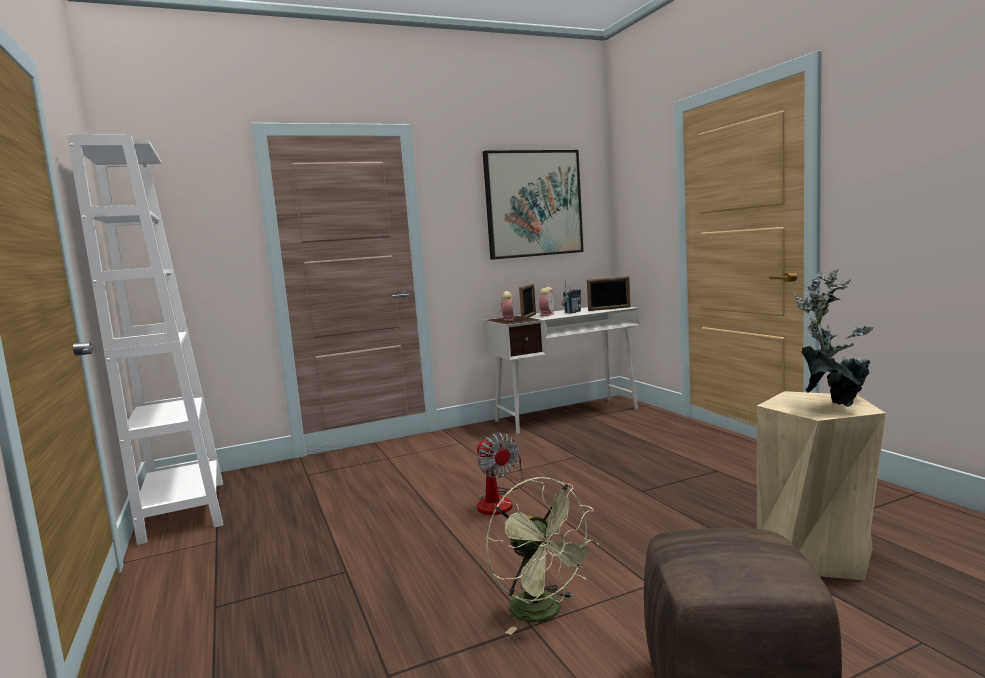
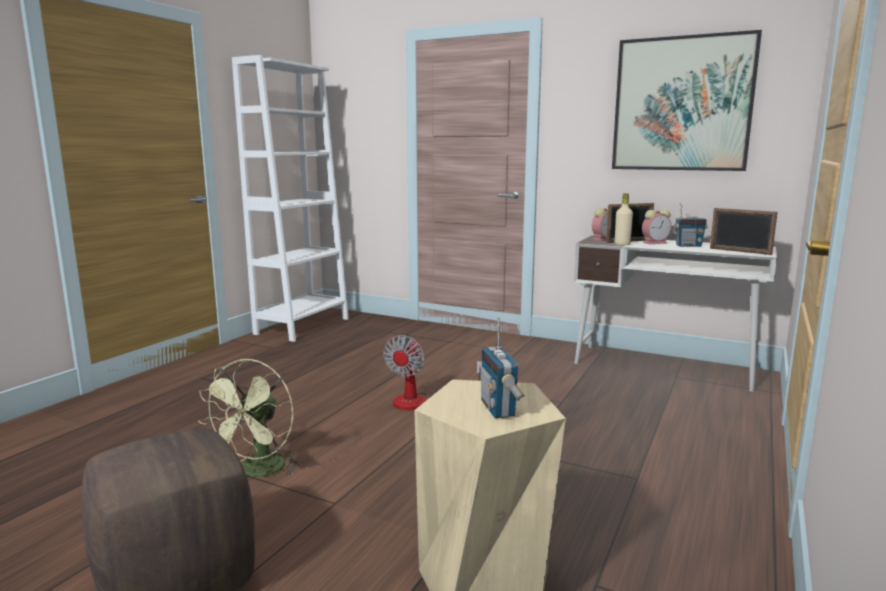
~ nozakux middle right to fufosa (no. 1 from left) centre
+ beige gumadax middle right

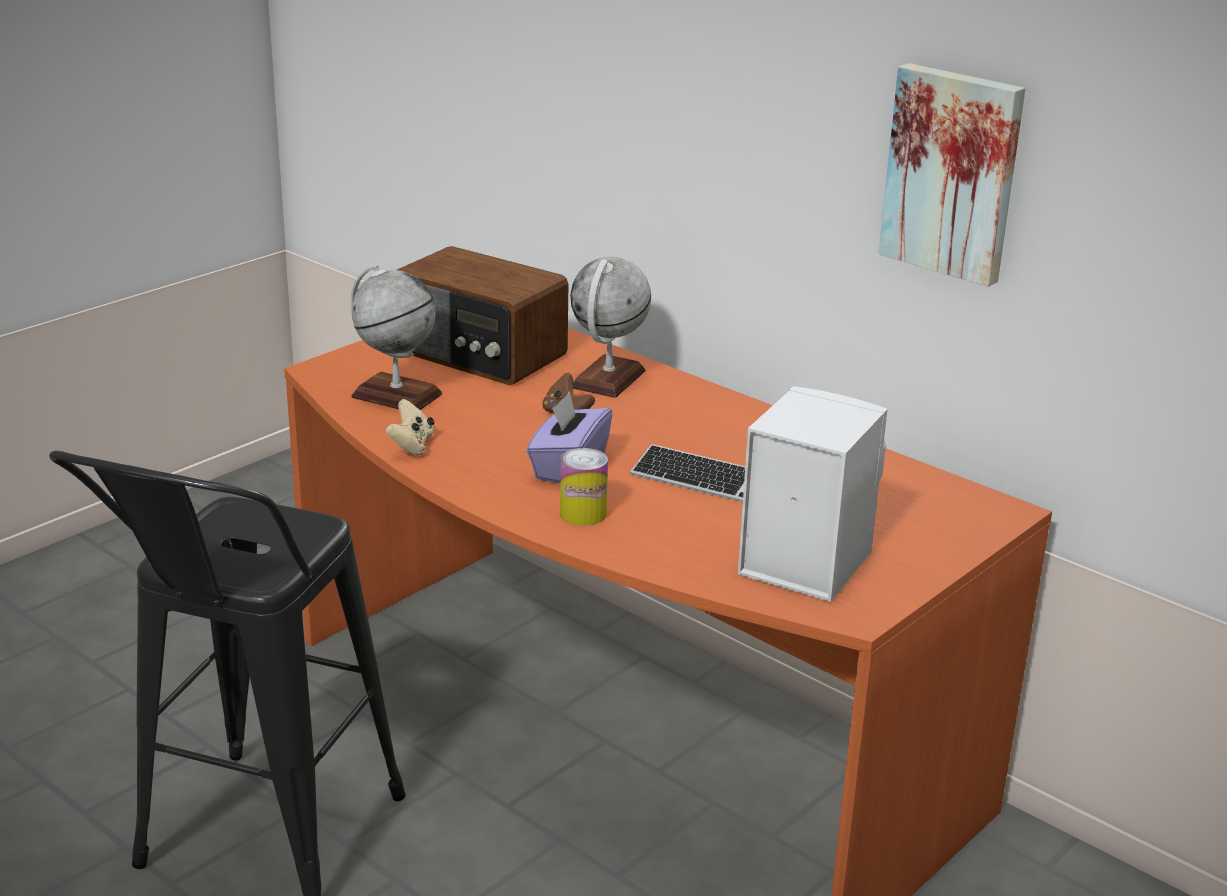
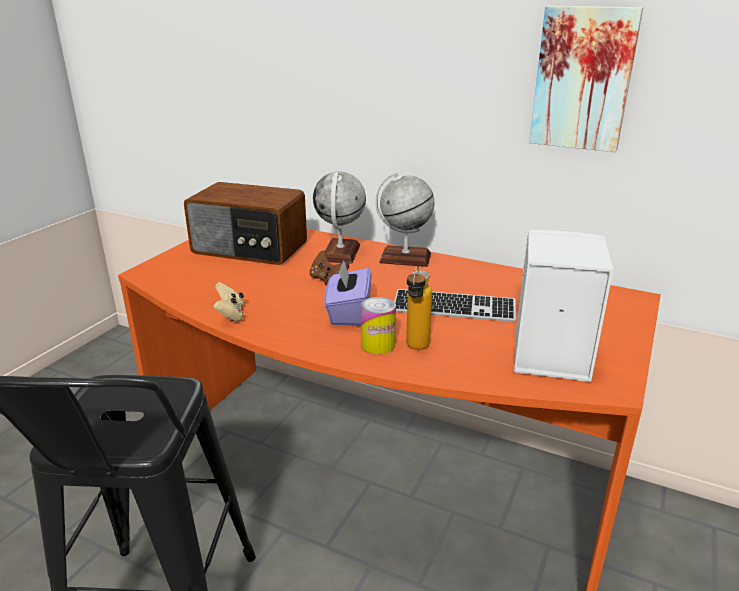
~ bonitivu (no. 1 from left in the first image) middle left to bonitivu (no. 2 from left) centre
+ gumadax centre

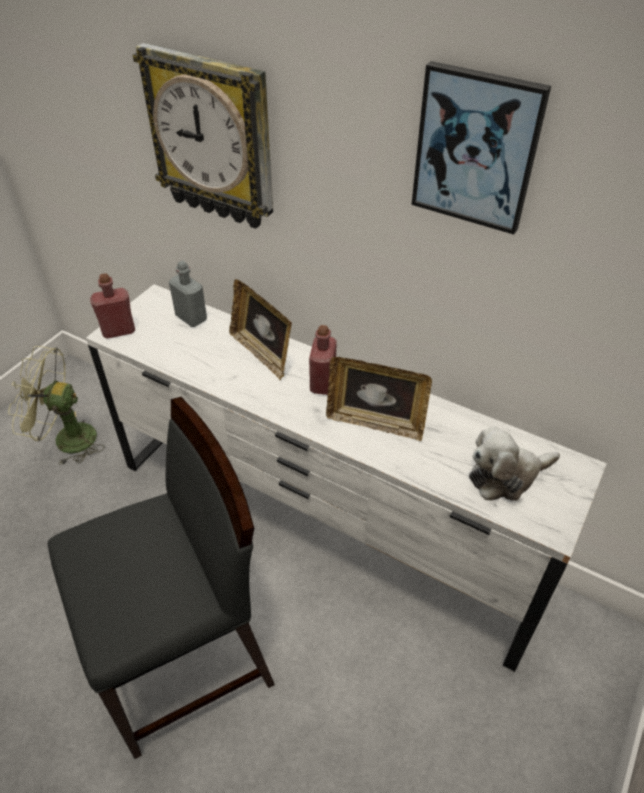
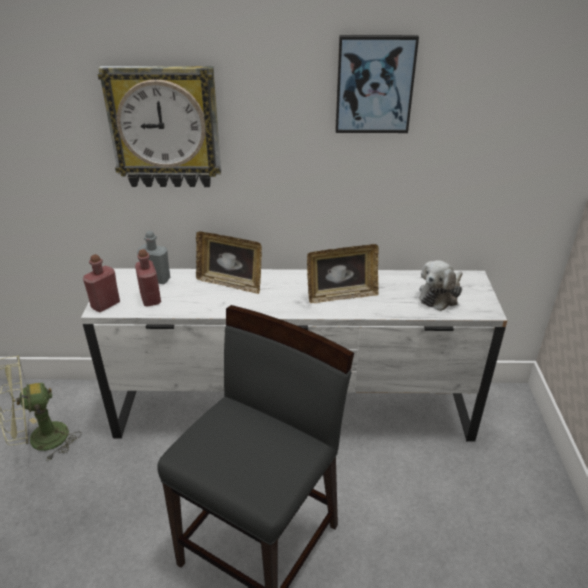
~ red gumadax (no. 2 from left) centre to middle left

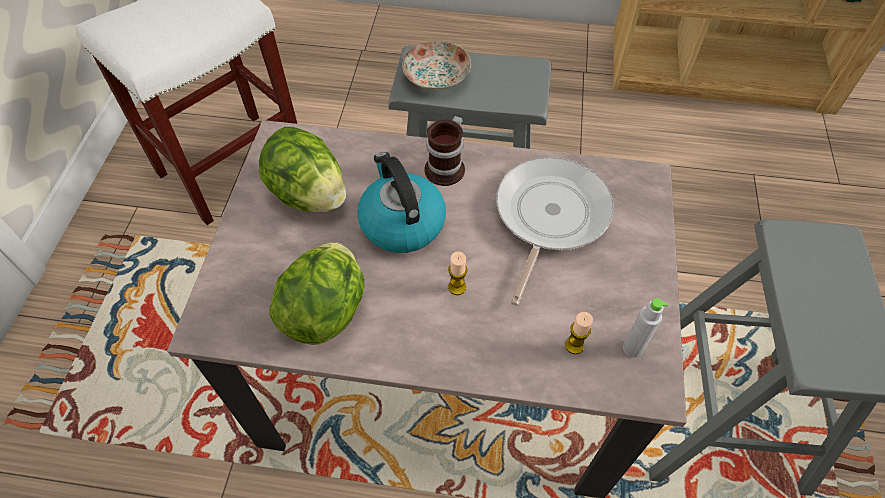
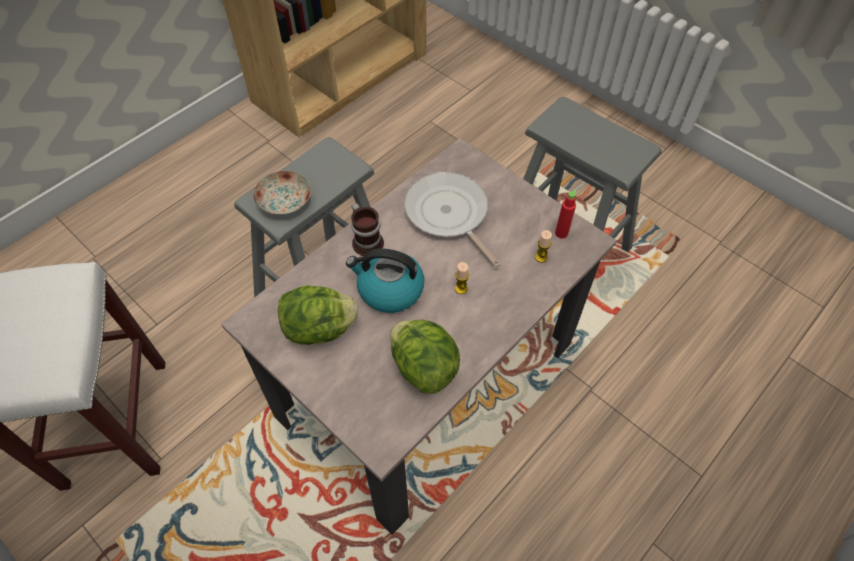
~ grey gumadax middle right to red gumadax centre

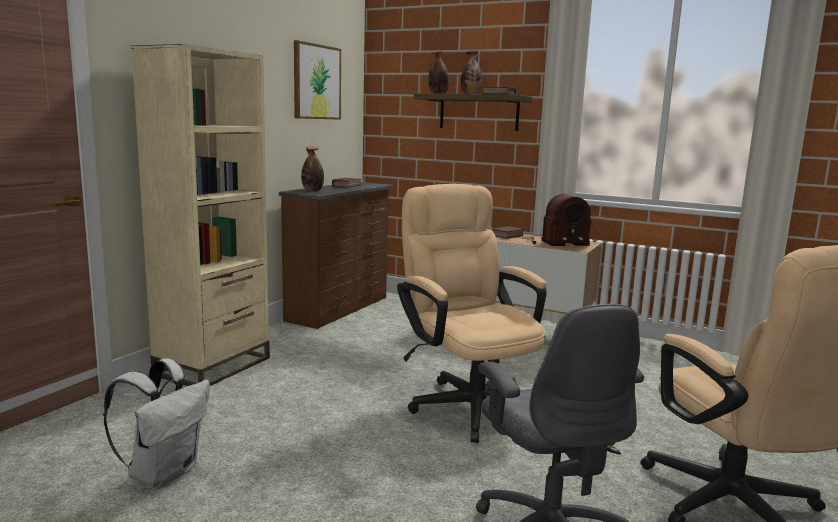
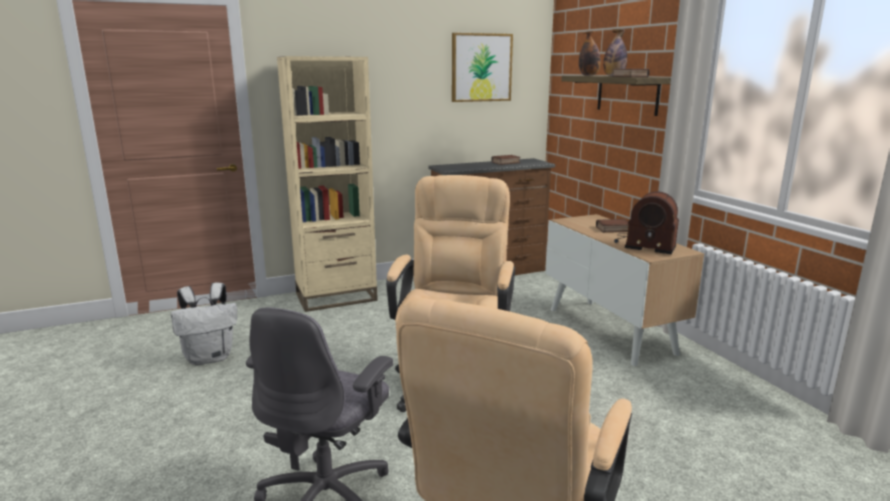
- gumadax (no. 1 from left) top centre

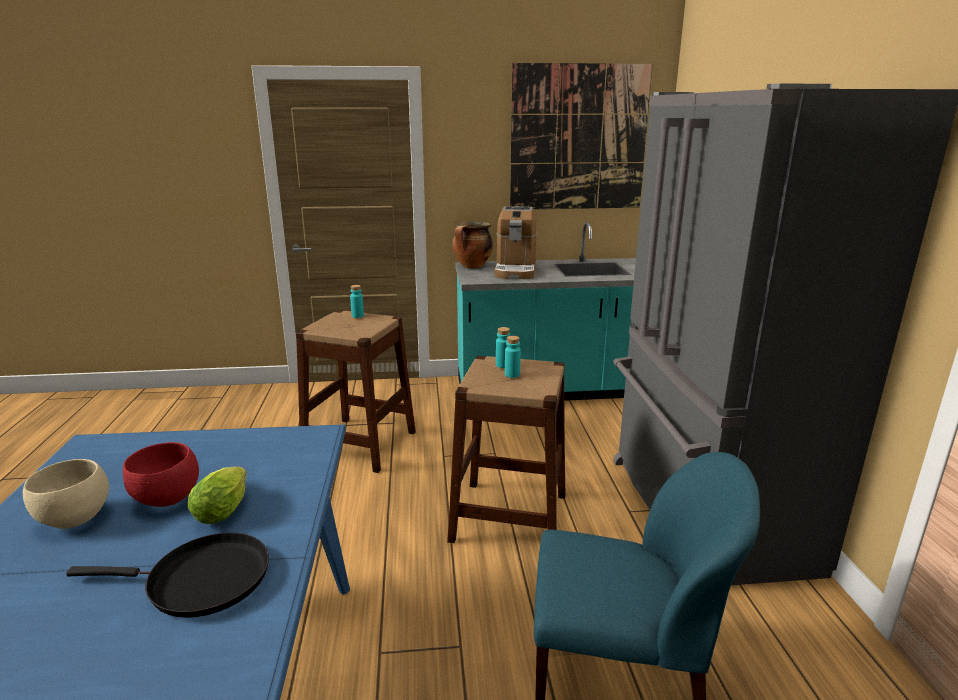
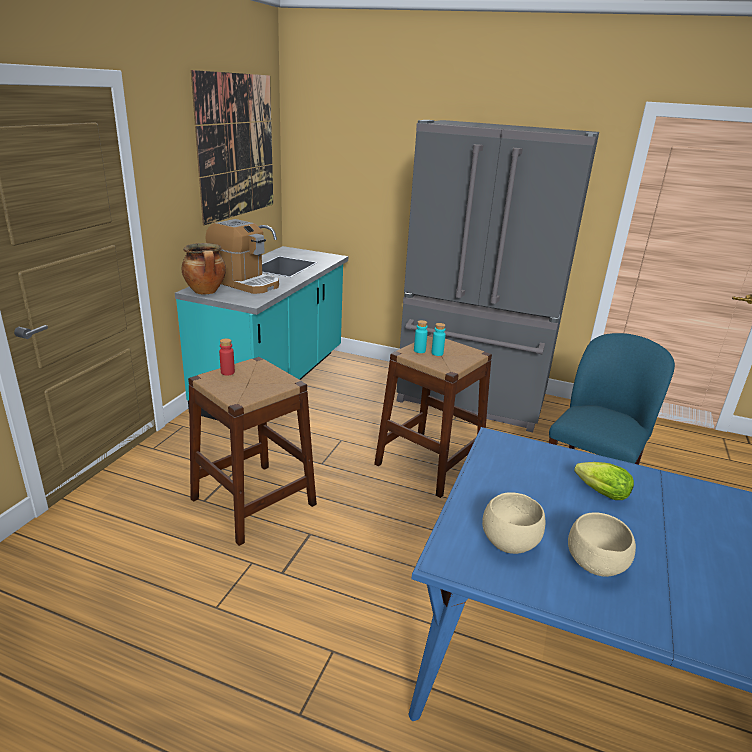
- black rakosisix bottom left
- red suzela bottom left
~ turquoise gumadax (no. 1 from left) centre to red gumadax middle left
+ beige suzela (no. 1 from left) bottom right

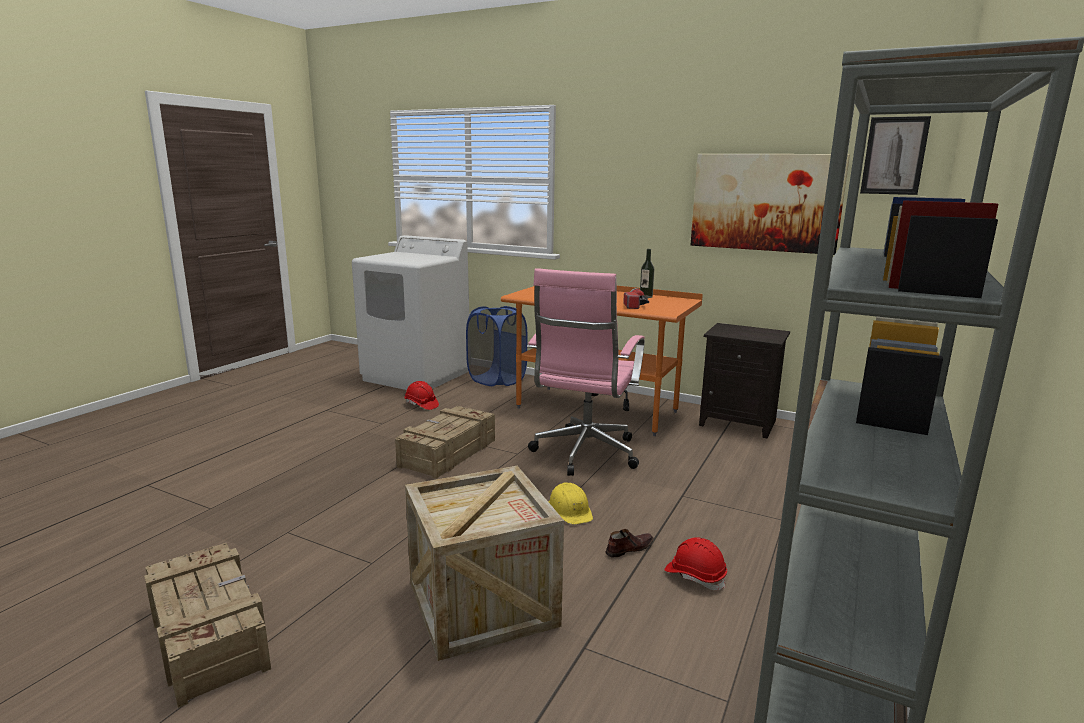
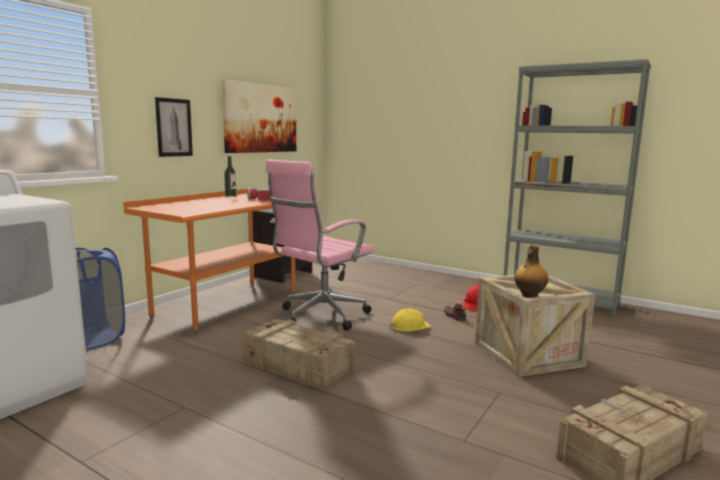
- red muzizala (no. 1 from left) centre
~ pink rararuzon centre = centre 105 degrees clockwise
~ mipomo (no. 2 from left in the first image) top right to mipomo (no. 1 from left) top left
+ gumadax (no. 2 from left) middle right

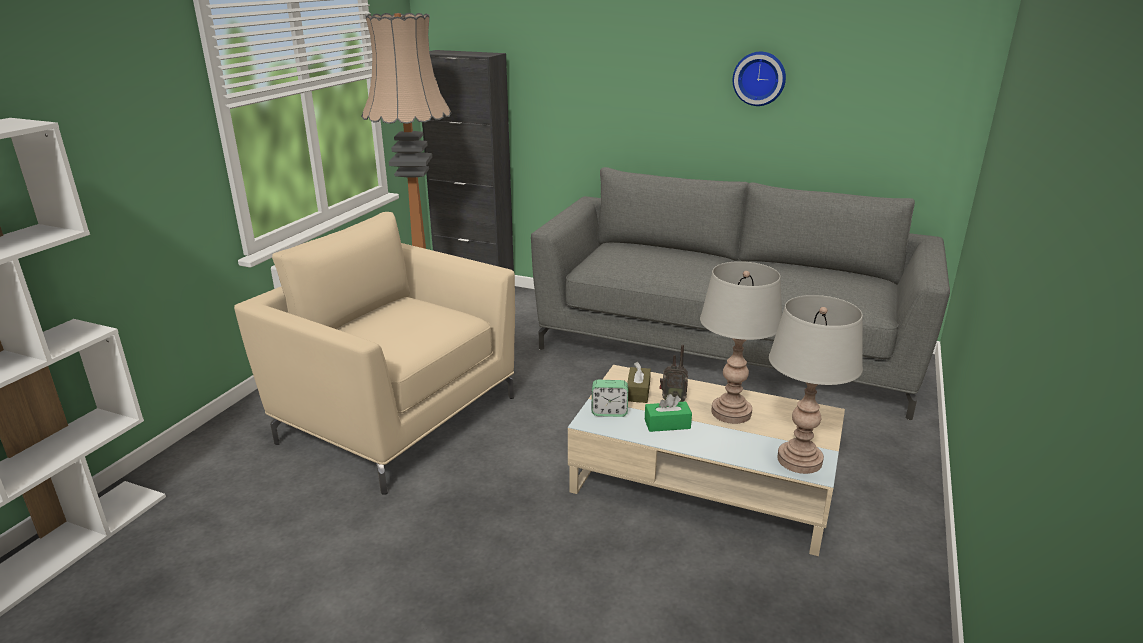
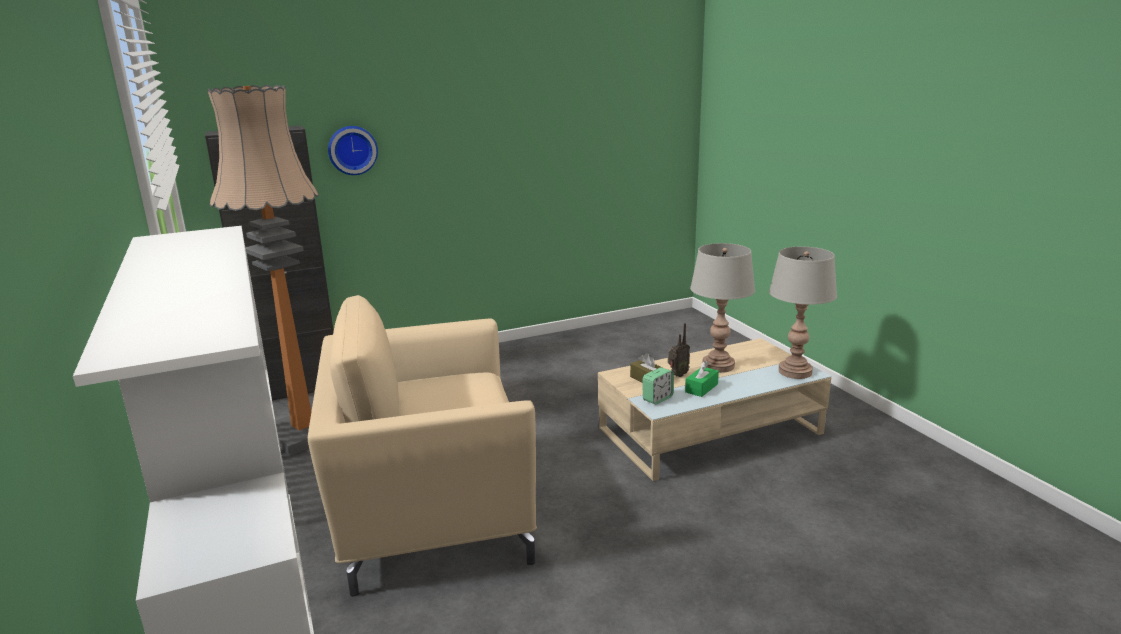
- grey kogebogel centre
~ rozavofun top centre to top left

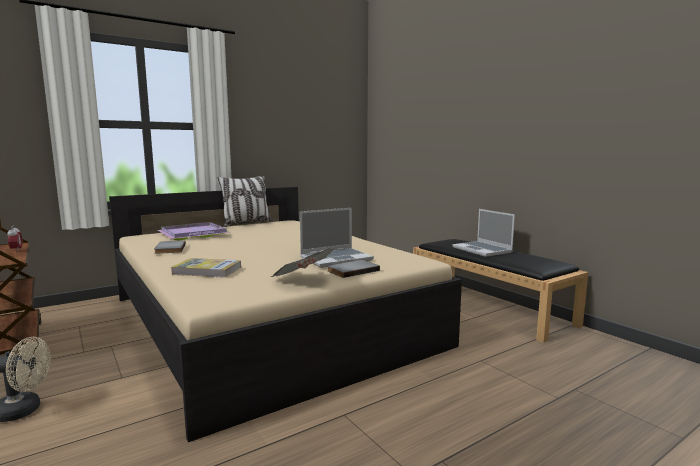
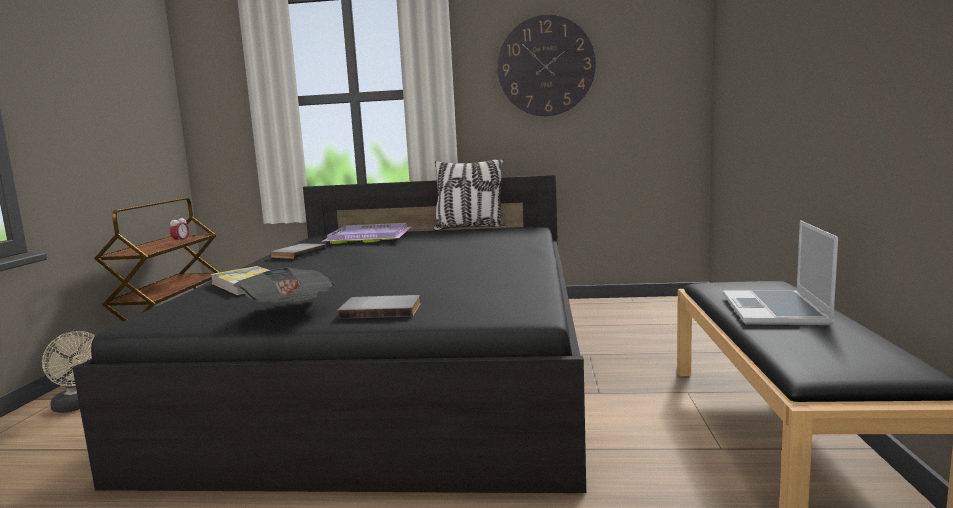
~ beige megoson bottom centre to black megoson centre
- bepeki (no. 1 from left) centre
+ rozavofun top centre

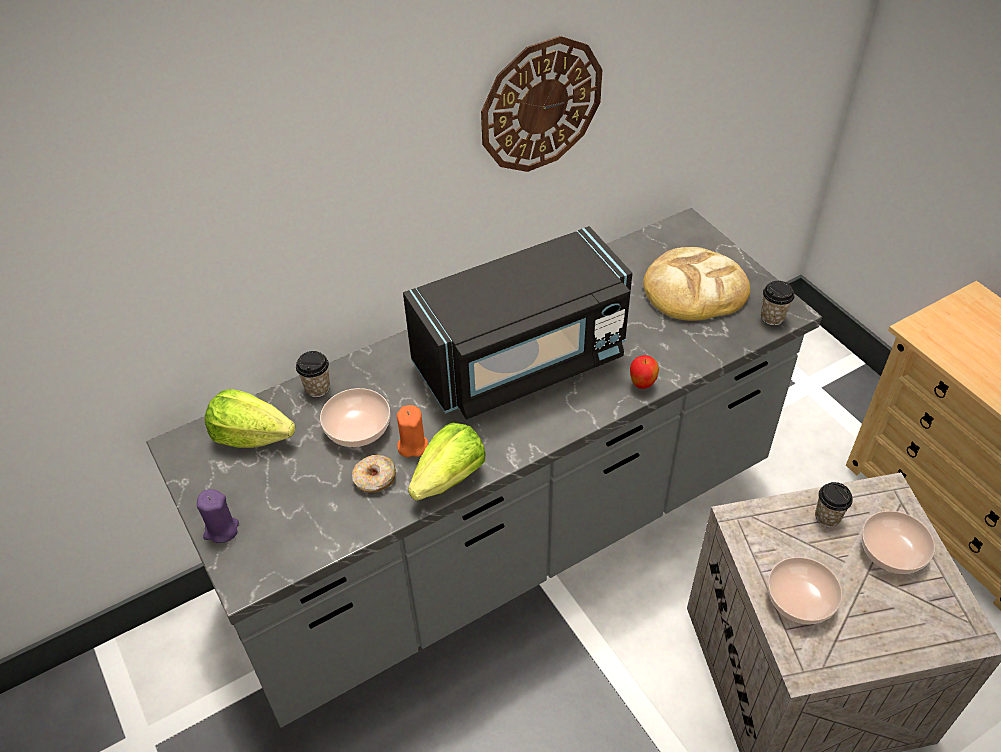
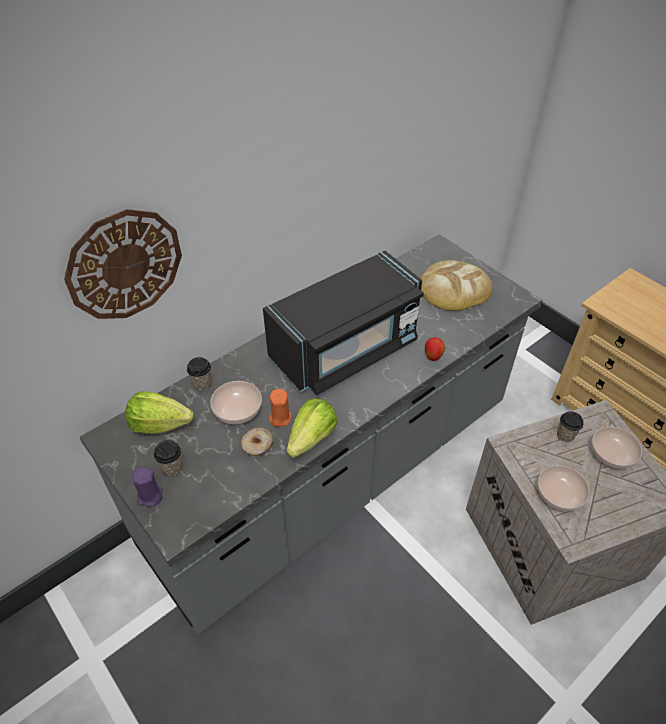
~ rozavofun top centre to middle left
~ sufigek (no. 2 from left in the first image) middle right to sufigek (no. 1 from left) middle left

